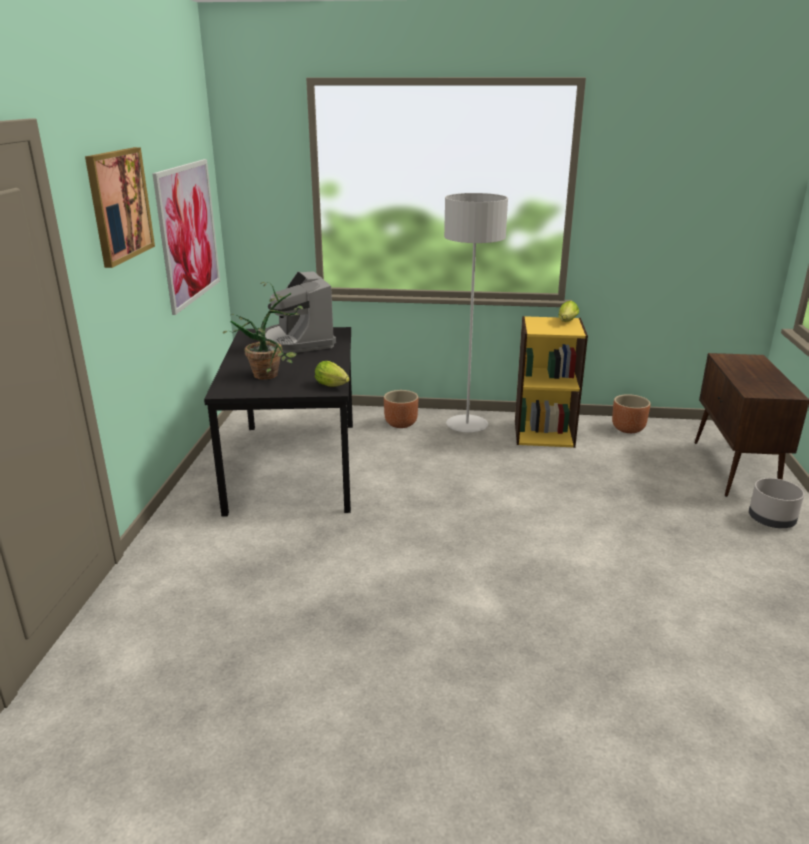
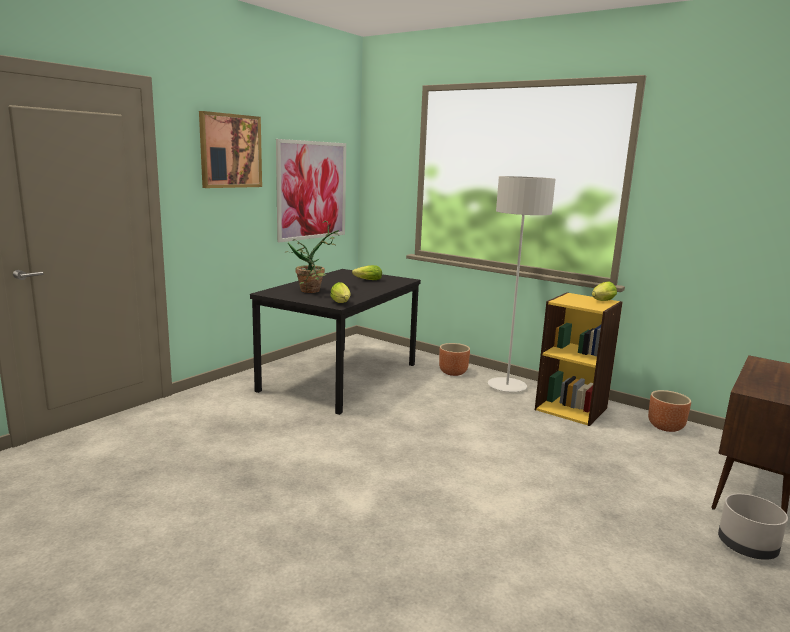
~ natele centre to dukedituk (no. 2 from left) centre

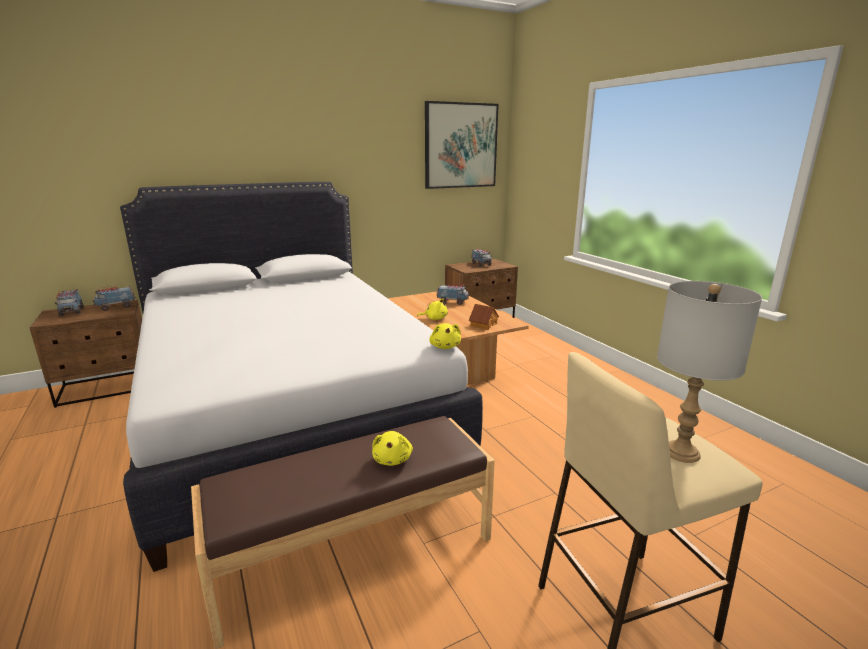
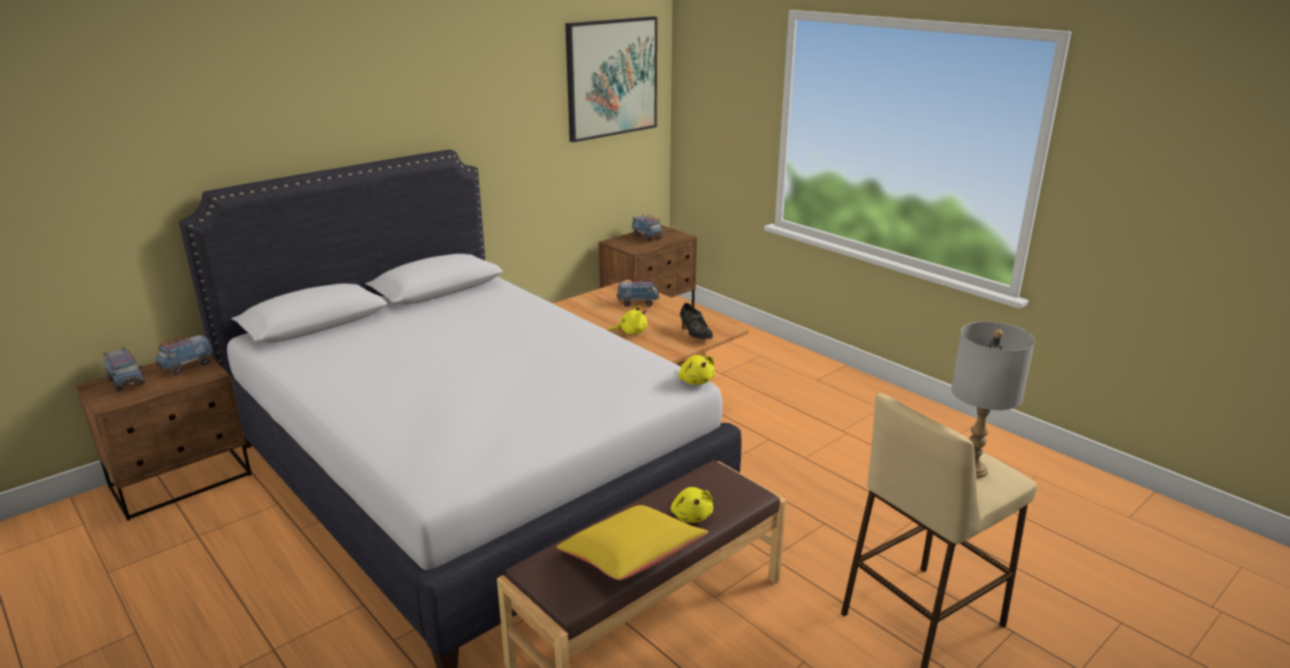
~ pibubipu centre to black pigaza centre
+ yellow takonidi bottom centre

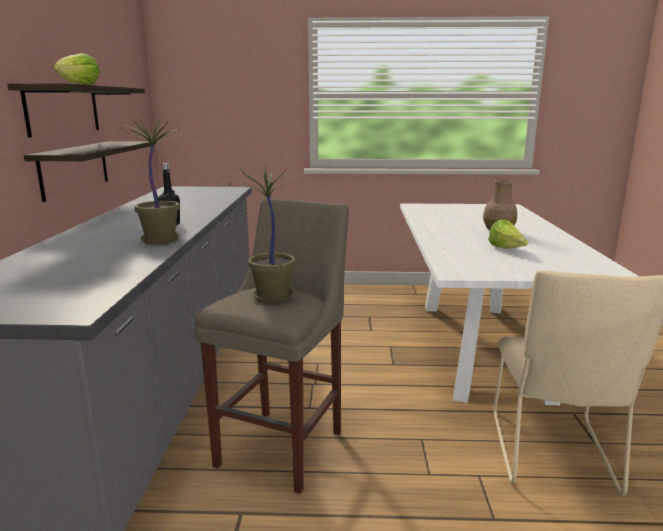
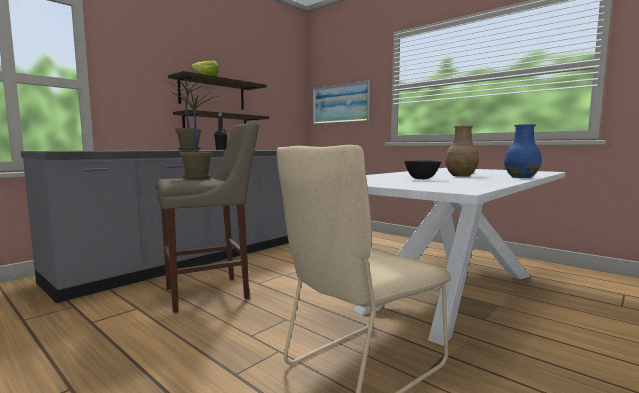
~ dukedituk (no. 2 from left) middle right to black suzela centre
+ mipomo top centre
+ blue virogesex middle right

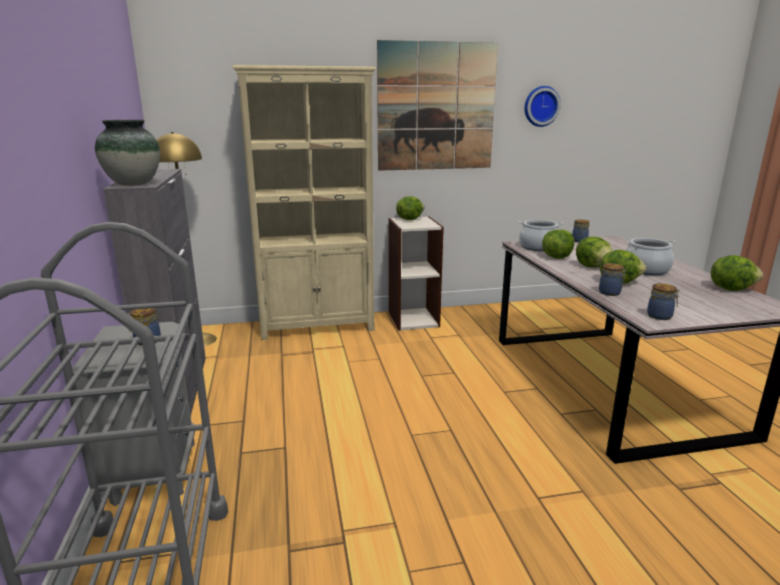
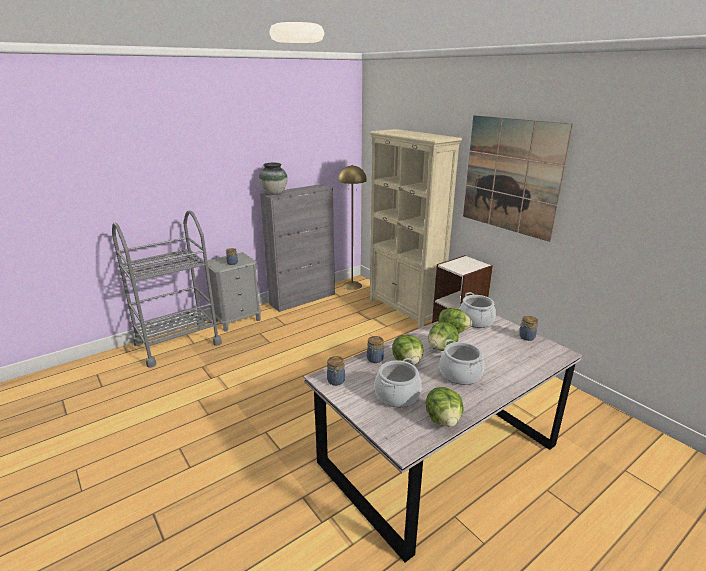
- dukedituk (no. 1 from left) centre
- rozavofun top right
+ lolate (no. 1 from left) bottom centre

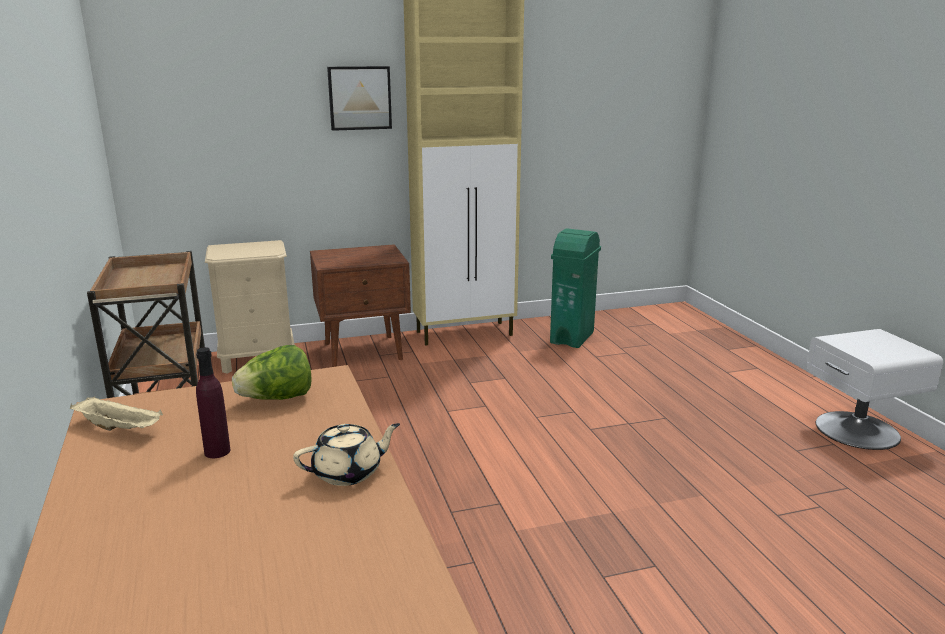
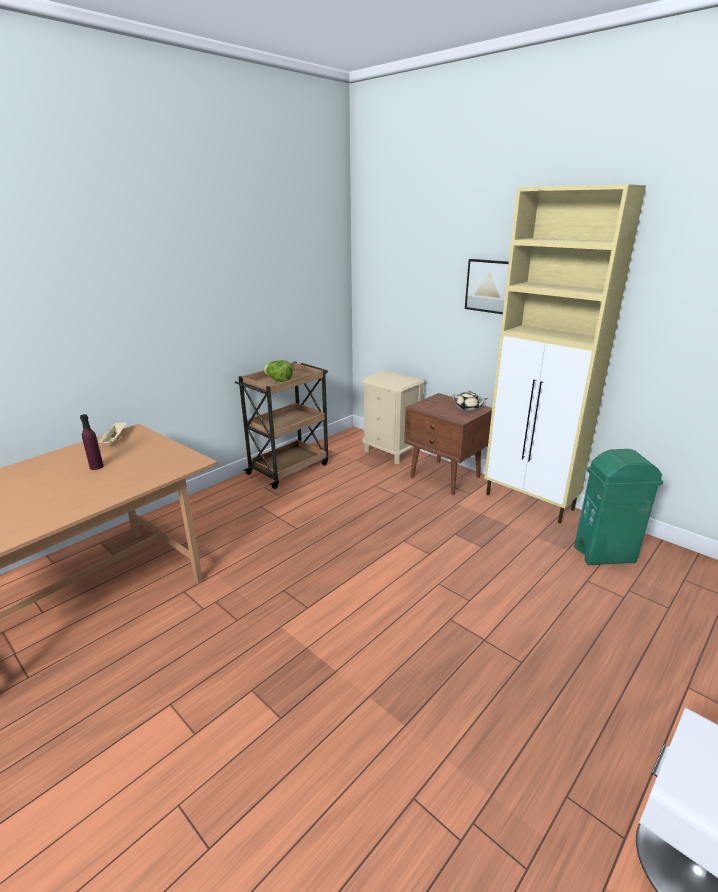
~ dukedituk middle left to centre
~ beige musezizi bottom centre to centre

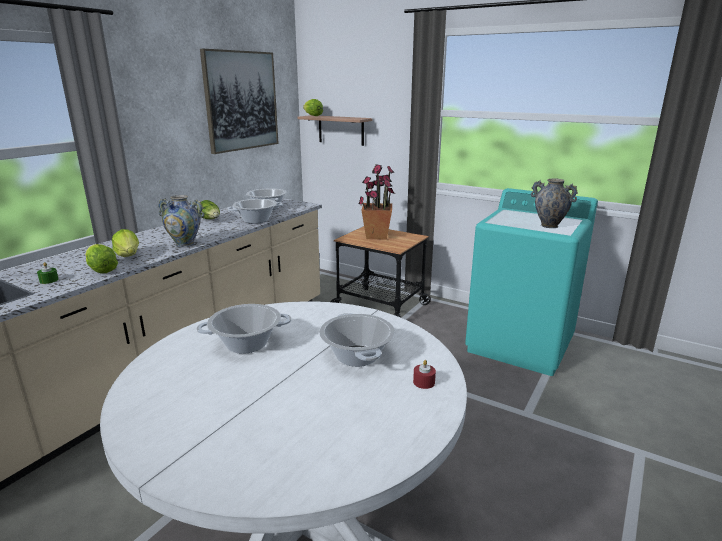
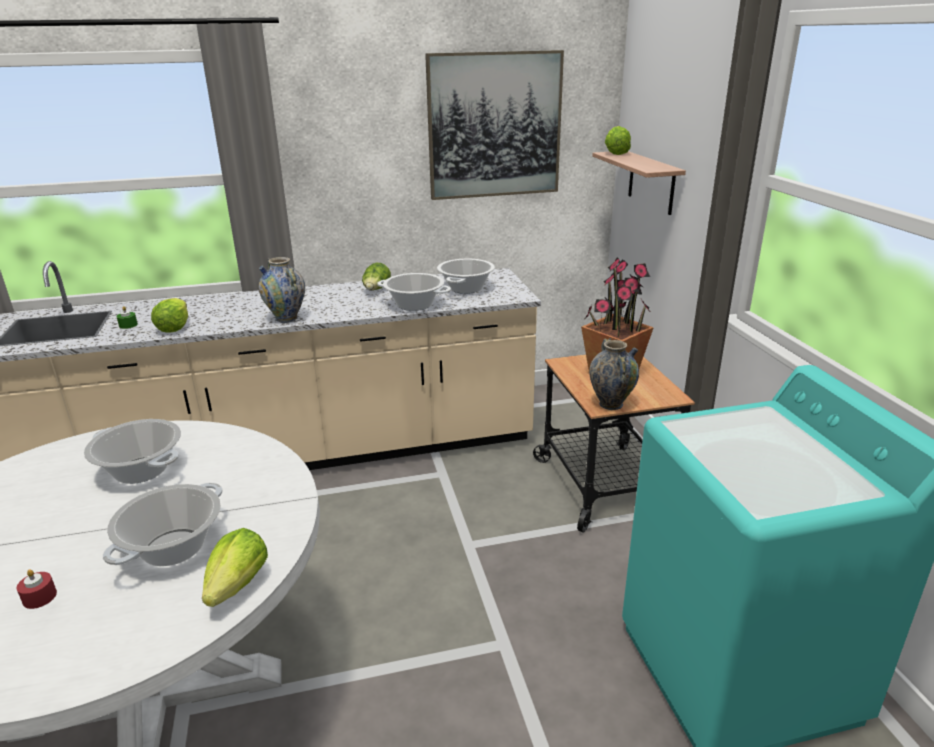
~ dukedituk (no. 2 from left) middle left to bottom left
~ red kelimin bottom centre to bottom left
~ virogesex (no. 2 from left) middle right to centre

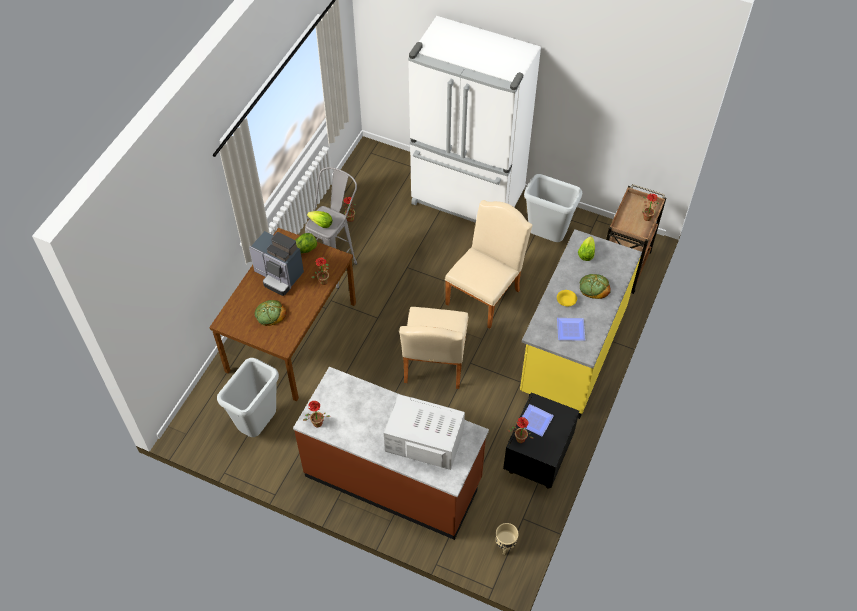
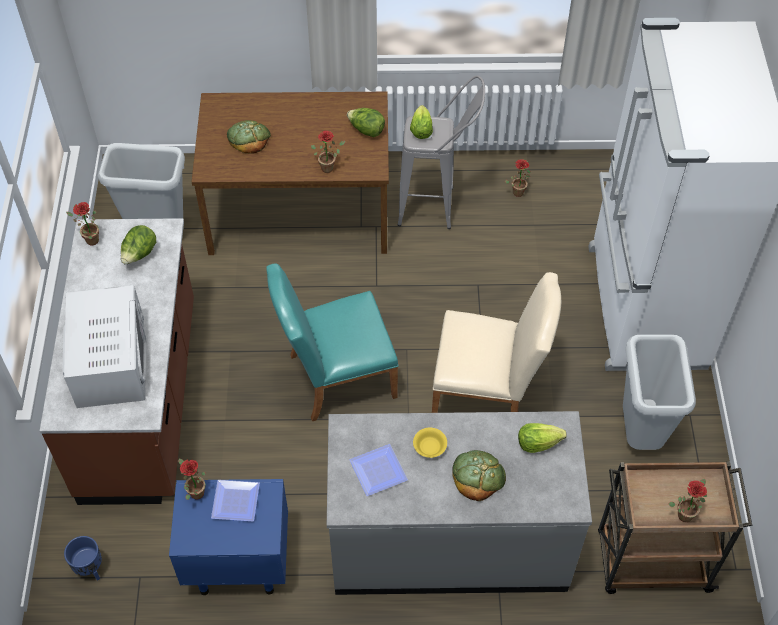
- natele middle left
~ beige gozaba (no. 1 from left) centre to turquoise gozaba centre
~ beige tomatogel bottom centre to blue tomatogel bottom left
~ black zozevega bottom centre to blue zozevega bottom left
~ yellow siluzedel middle right to grey siluzedel bottom centre
+ dukedituk (no. 1 from left) middle left

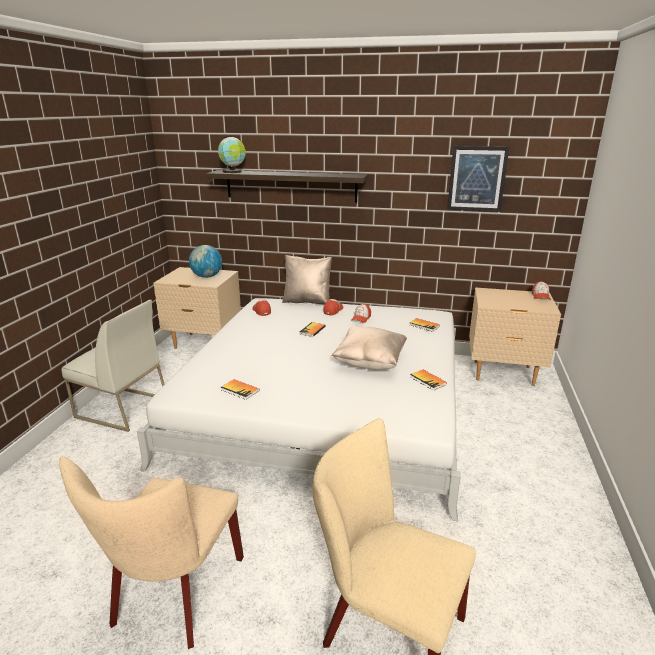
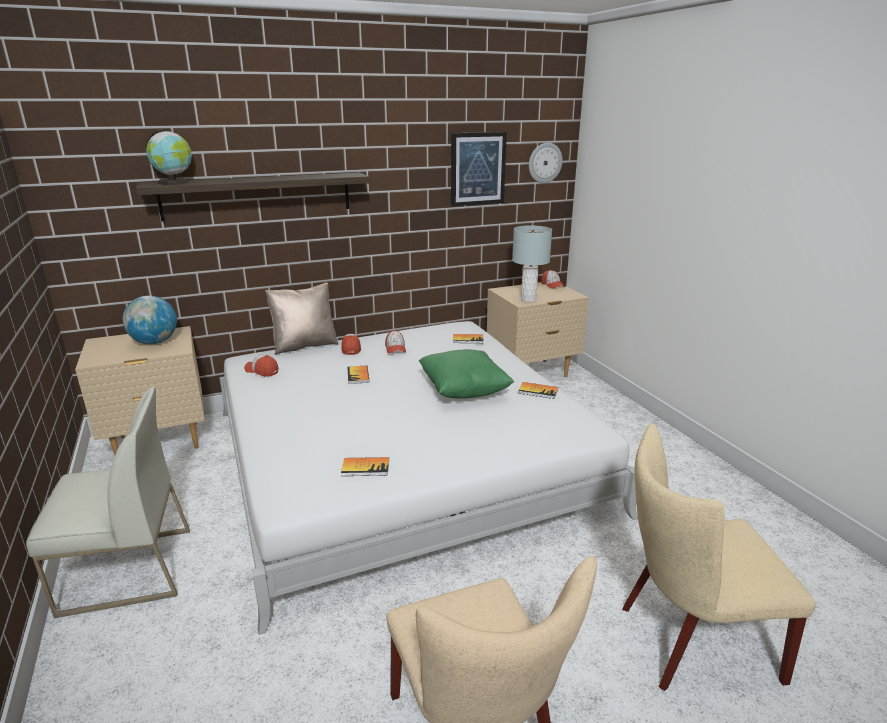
~ beige takonidi (no. 2 from left) centre to green takonidi centre
+ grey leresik centre
+ rozavofun top centre

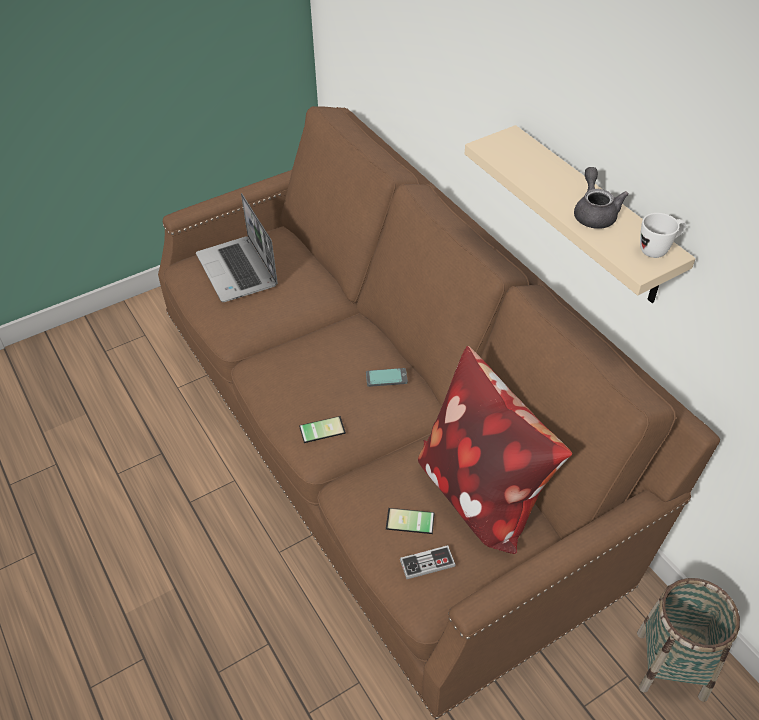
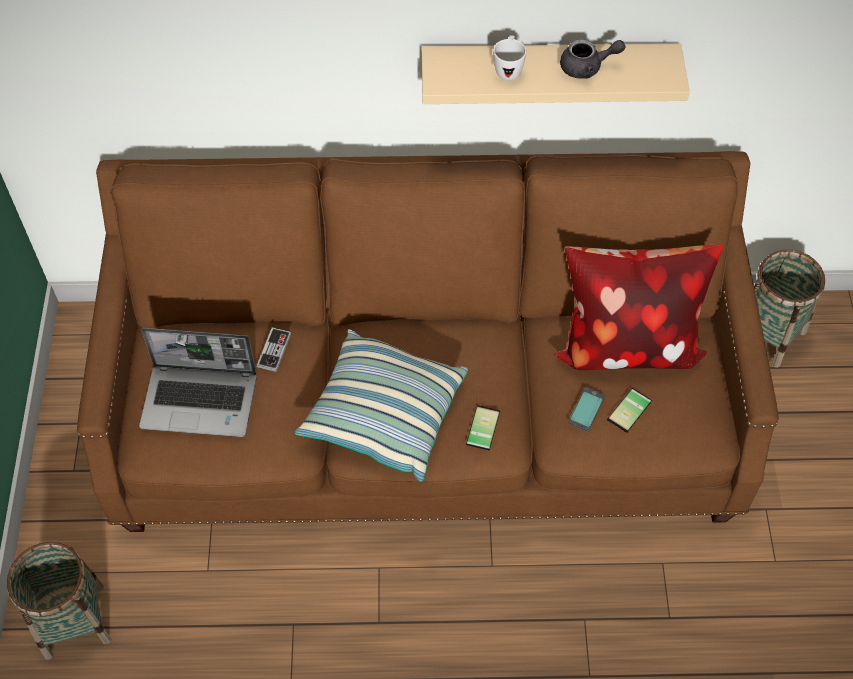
~ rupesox (no. 2 from left) centre to middle right
~ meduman bottom centre to middle left
~ grey musezizi top right = top right 150 degrees clockwise
~ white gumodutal top right to top centre
+ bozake (no. 1 from left) bottom left
+ takonidi (no. 1 from left) centre

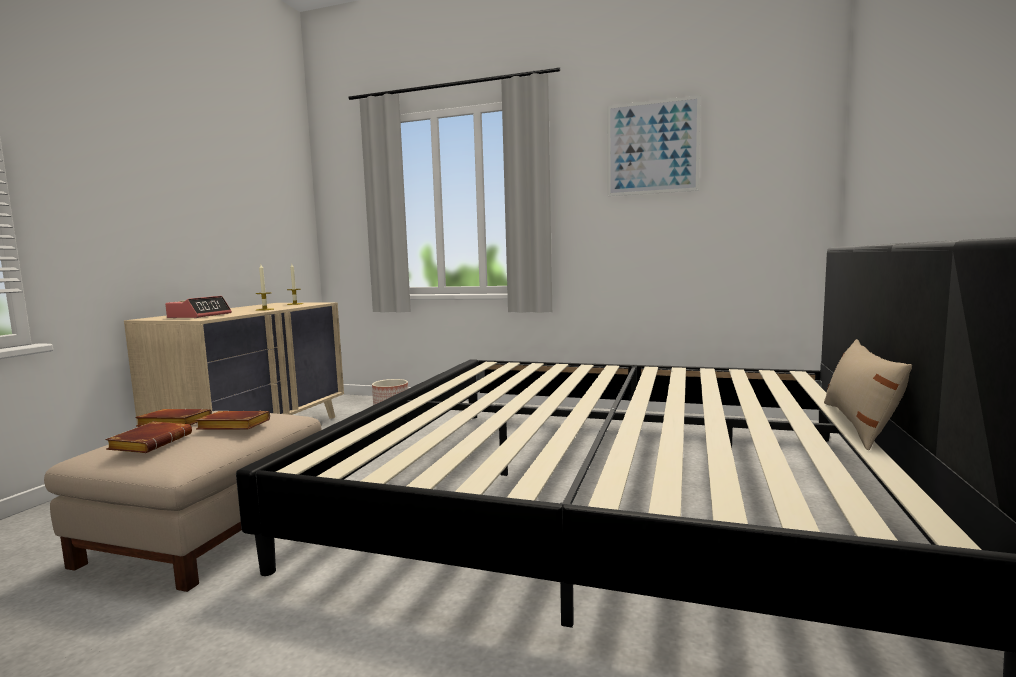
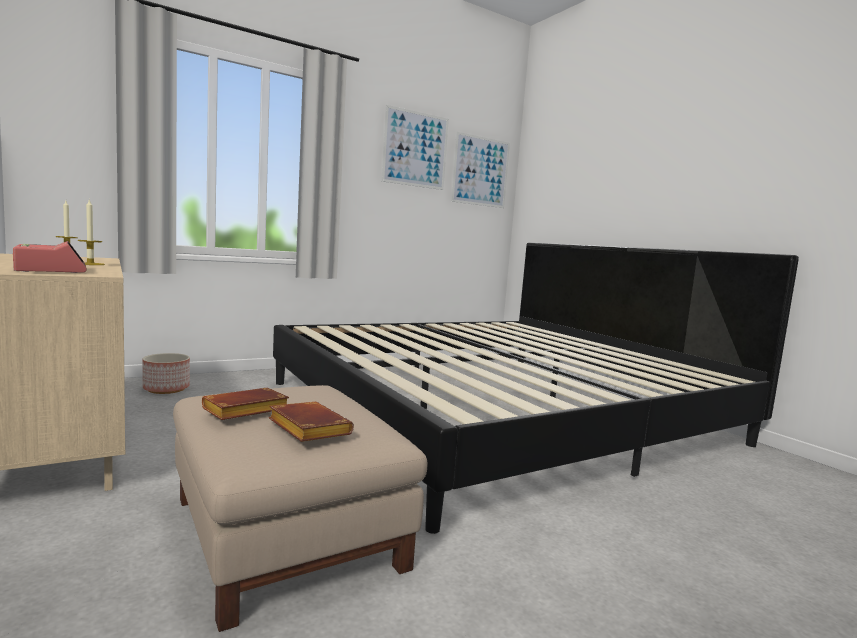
- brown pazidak (no. 3 from left) middle left
- beige takonidi middle right
+ mipomo (no. 2 from left) top centre

